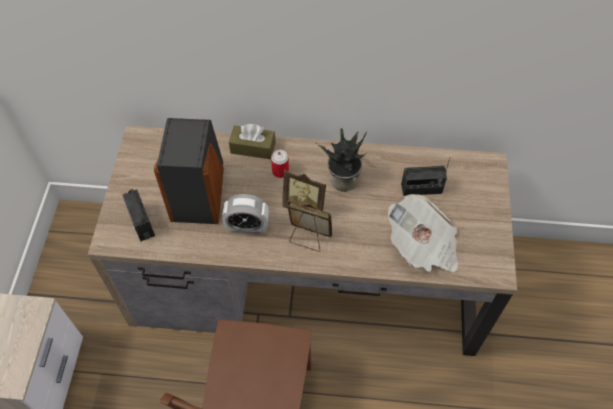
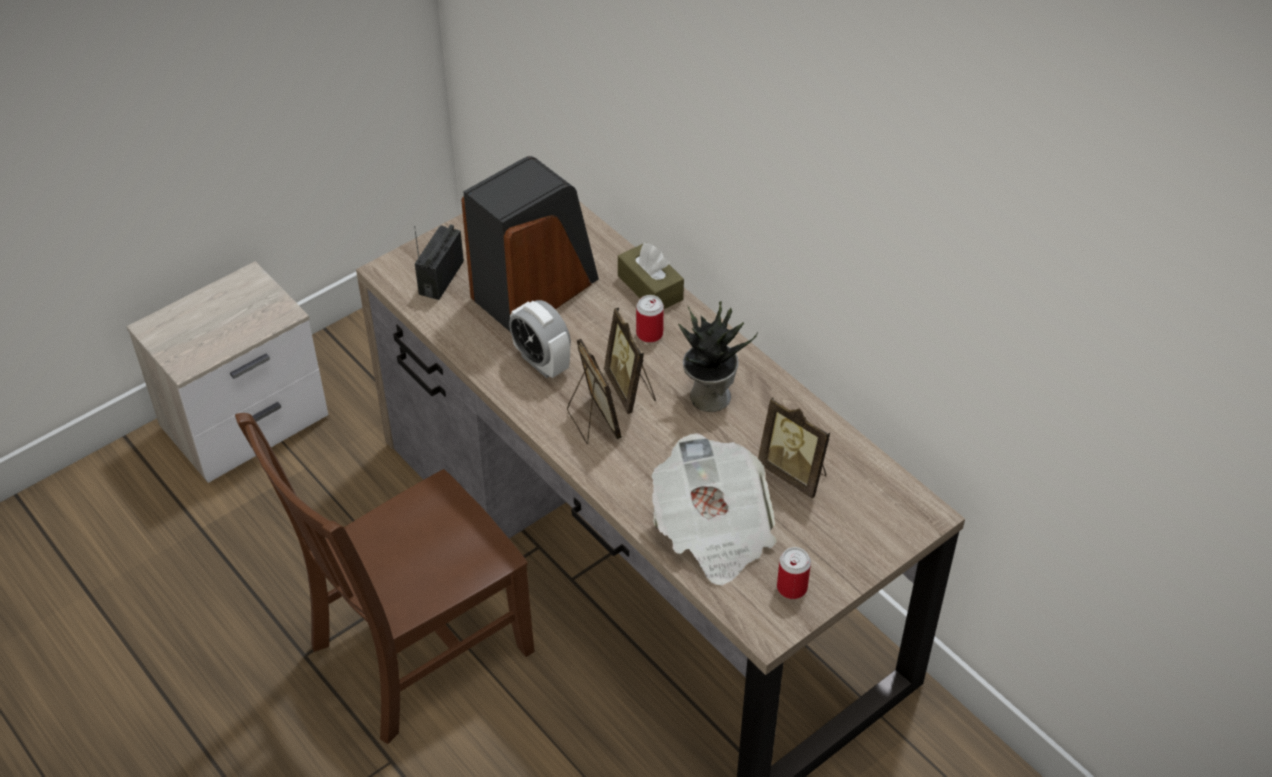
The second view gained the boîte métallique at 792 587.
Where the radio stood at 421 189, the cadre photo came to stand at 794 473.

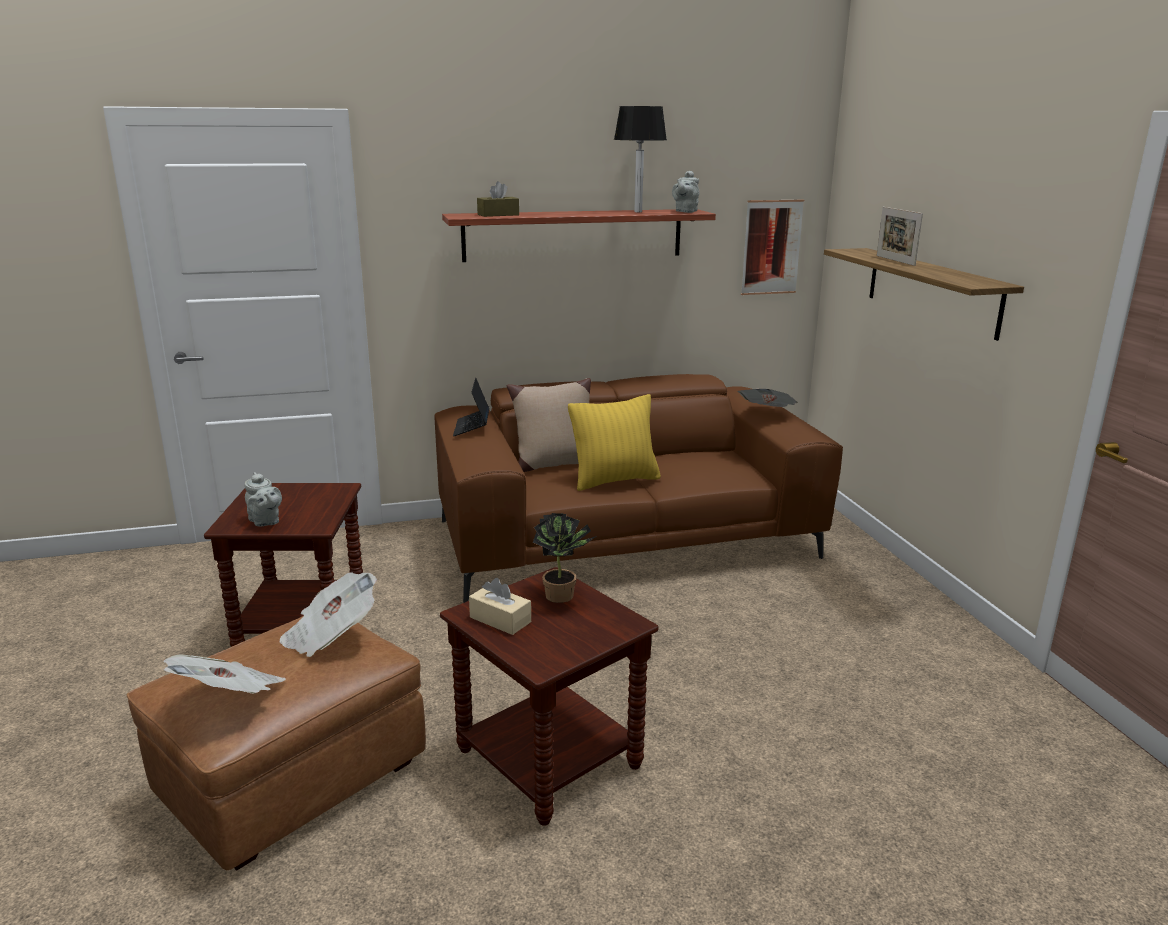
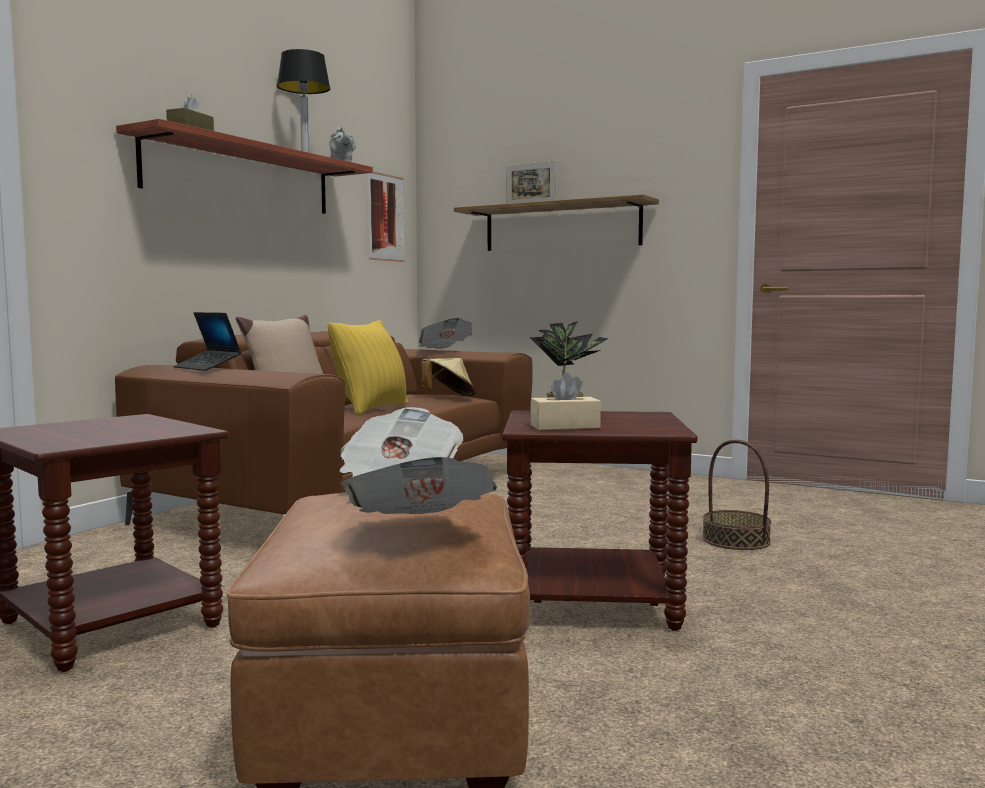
The second view lost the théière/gris at 265 522.
The second view gained the chapeau/beige at 448 397.
The second view gained the panier at 736 540.

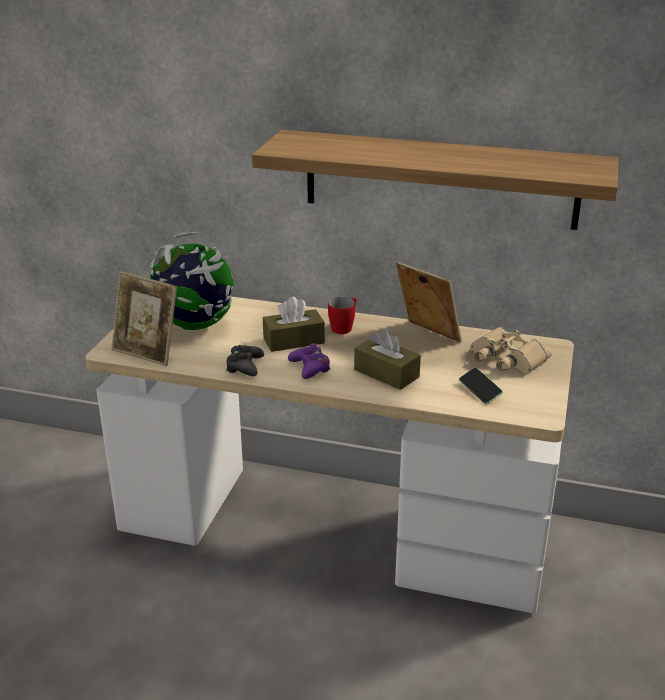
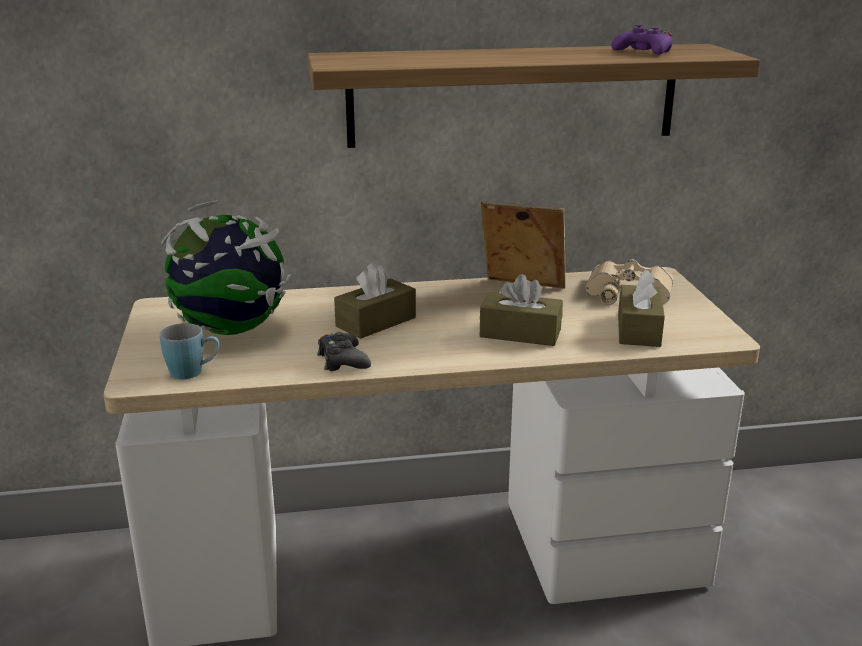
The second view lost the mug/rouge at 344 327.
The manette/violet ended up elsewhere, having gone from 310 368 to 644 52.
Where the cadre photo stood at 147 352, the mug/bleu came to stand at 194 372.
Where the téléphone stood at 479 391, the boîte à mouchoirs/marron came to stand at 638 329.

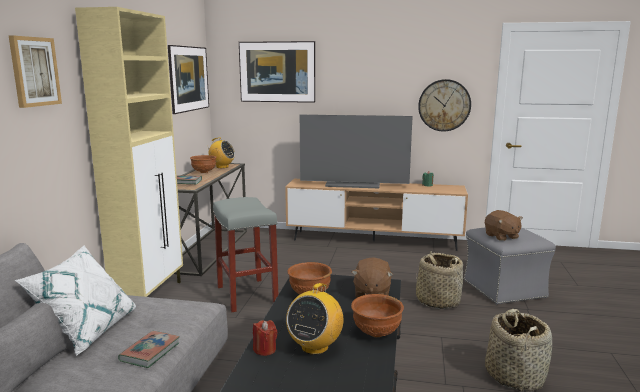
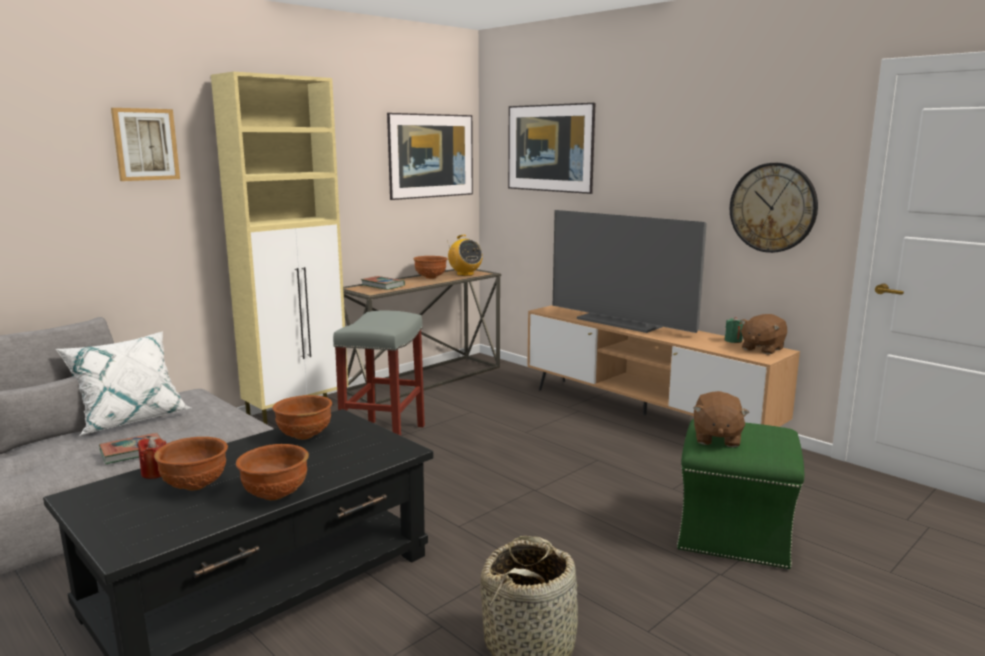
The second view lost the panier at 437 301.
The peluche/marron ended up elsewhere, having gone from 371 294 to 762 349.
Where the radio stood at 315 346, the bol/marron came to stand at 196 486.
What was the pouf/gris at 503 288 turned into the pouf/vert at 734 533.

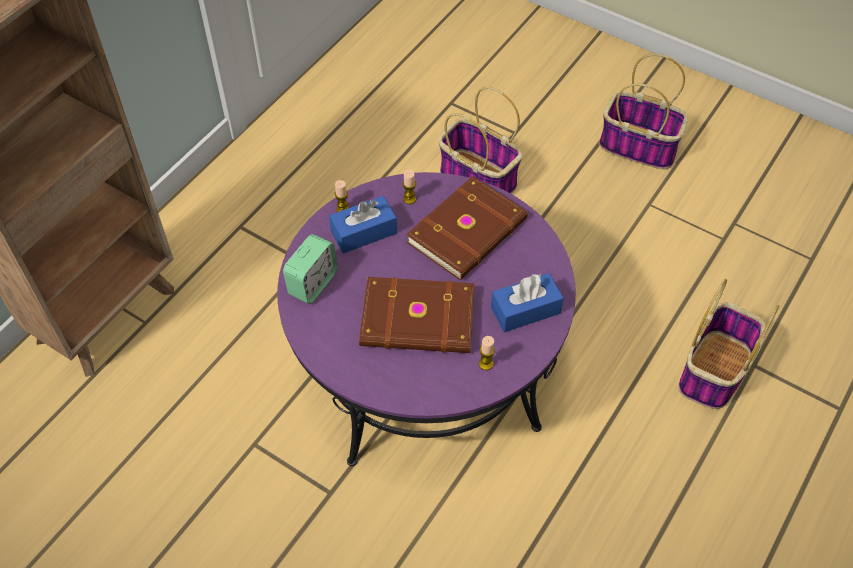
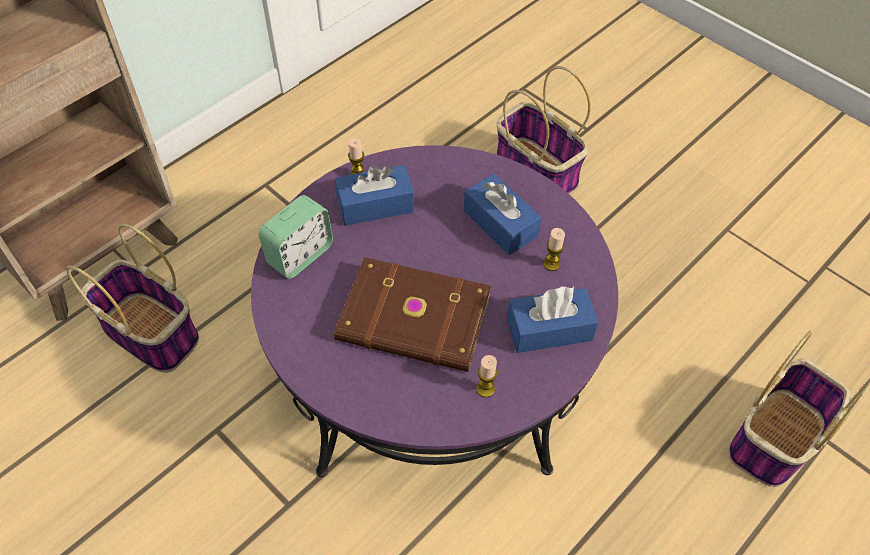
The bougie ended up elsewhere, having gone from 409 199 to 551 264.
The panier ended up elsewhere, having gone from 639 147 to 152 333.
Where the livre/marron stood at 469 232, the boîte à mouchoirs/bleu came to stand at 500 223.

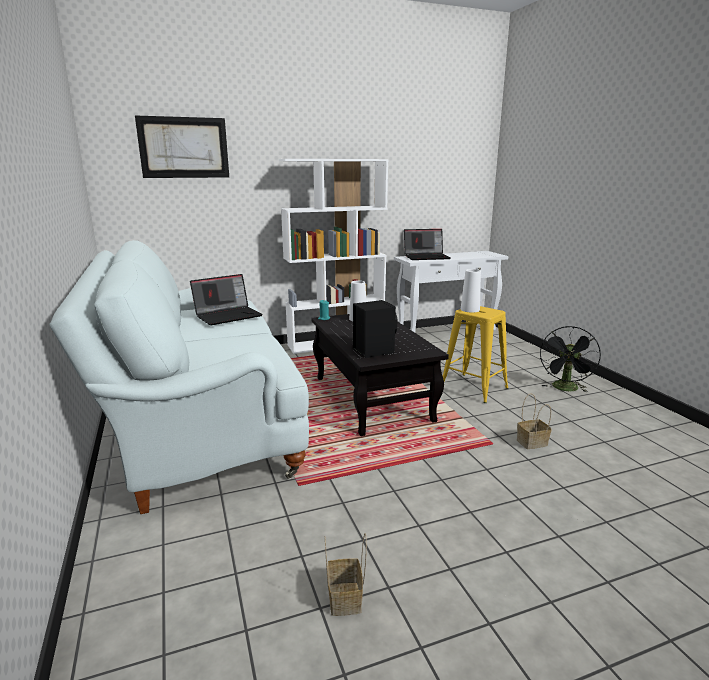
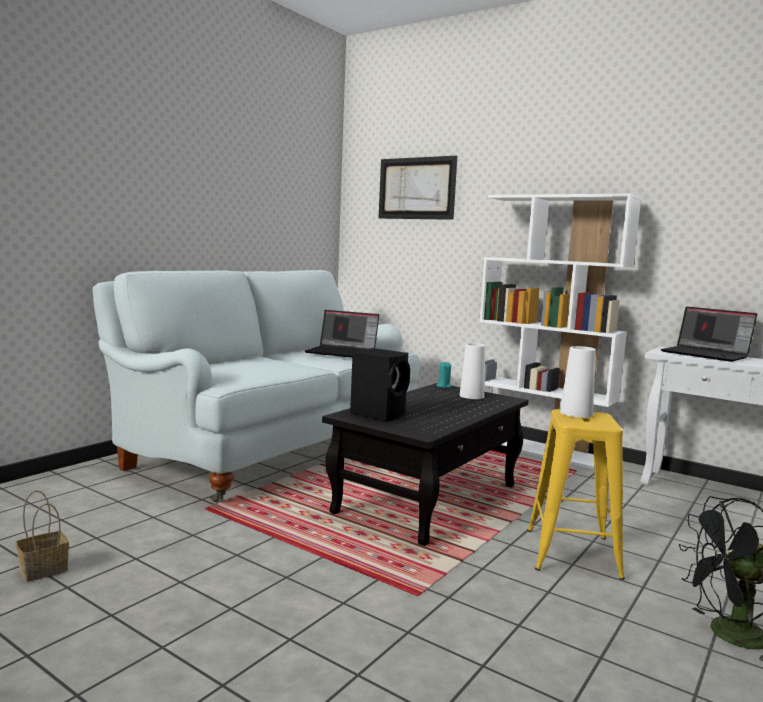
The second view lost the panier at 531 443.

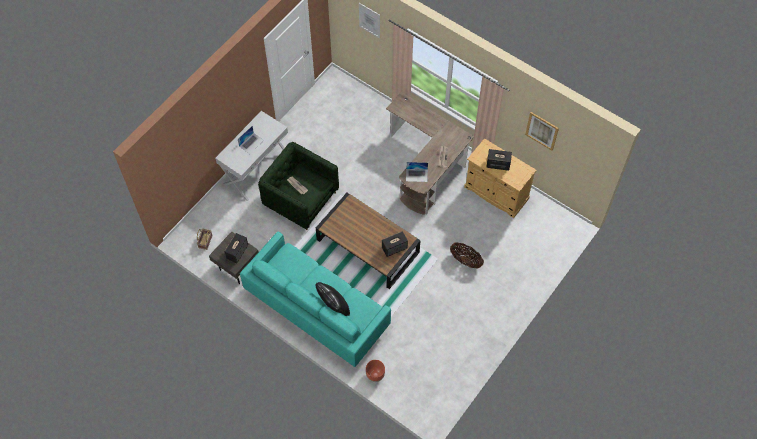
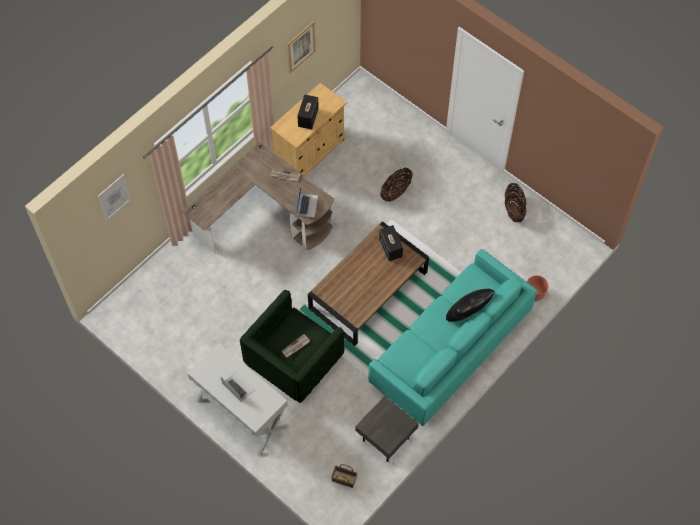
The second view lost the enceinte at 237 252.
The second view gained the panier at 513 210.

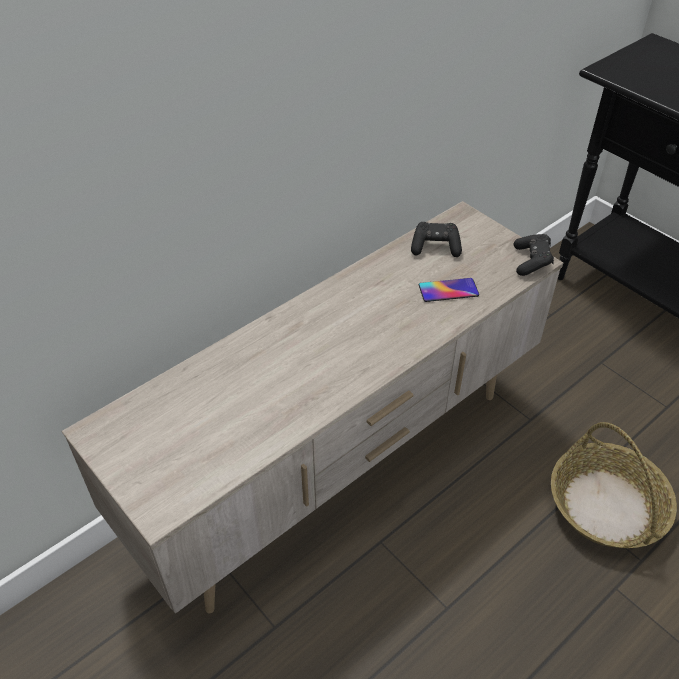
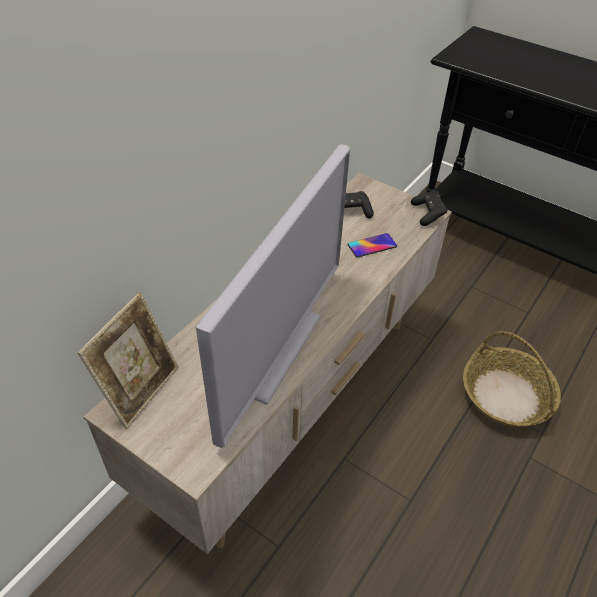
The second view gained the cadre photo at 140 390.
The second view gained the téléviseur at 275 349.

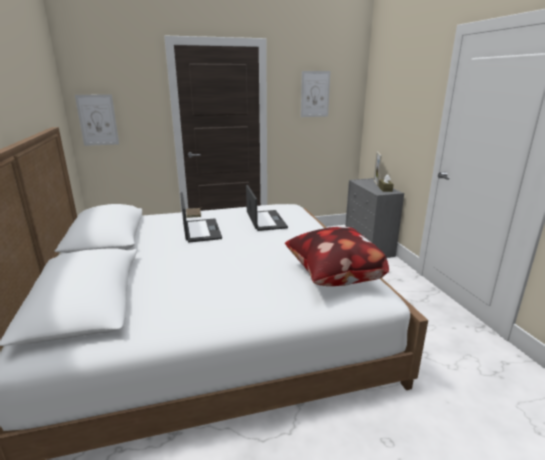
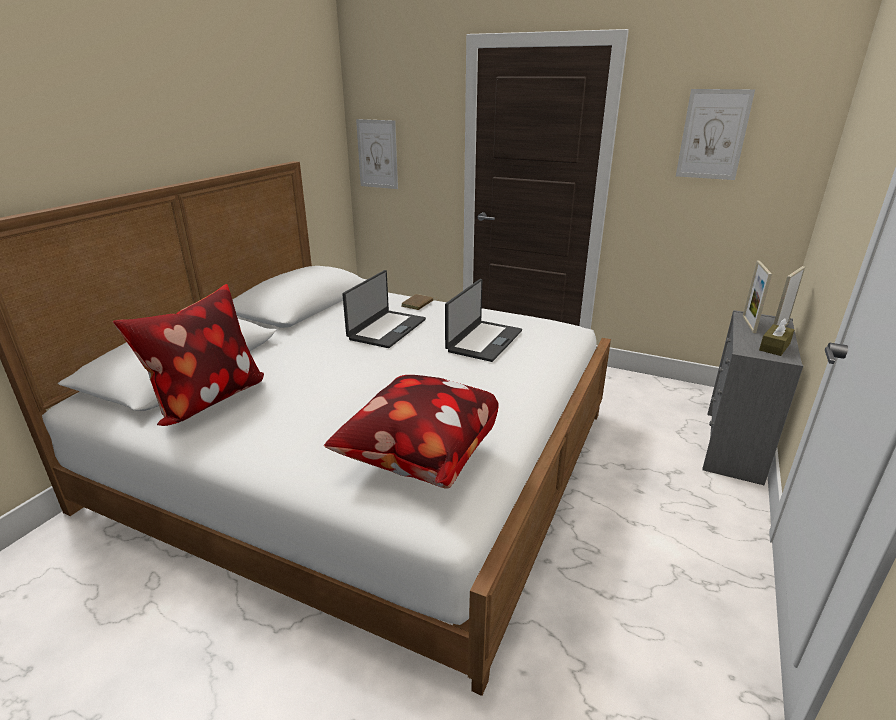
The second view gained the coussin at 207 400.
The second view gained the cadre photo at 748 324.

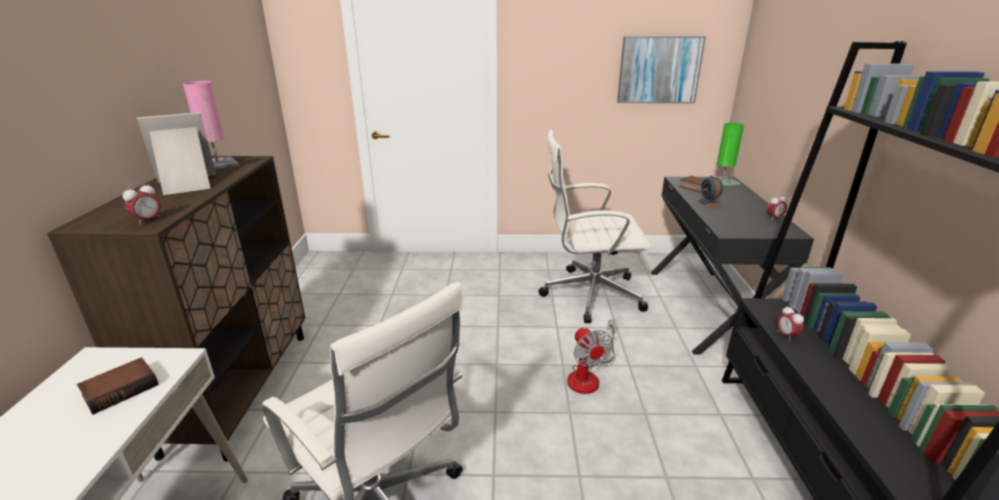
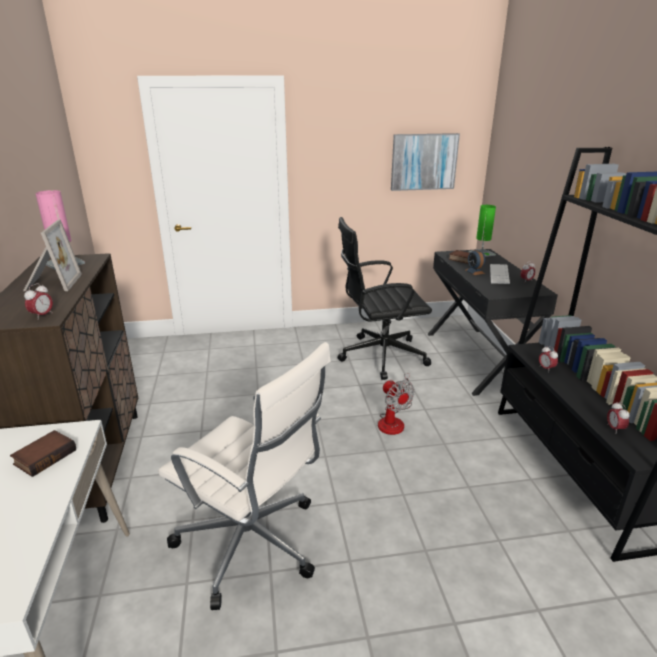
The second view gained the clavier at 499 274.
The second view gained the réveil at 614 429.
What was the chaise de bureau/blanc at 589 294 turned into the chaise de bureau/noir at 380 356.
The cadre photo at 187 185 ended up facing another way, 120 degrees clockwise from before.

